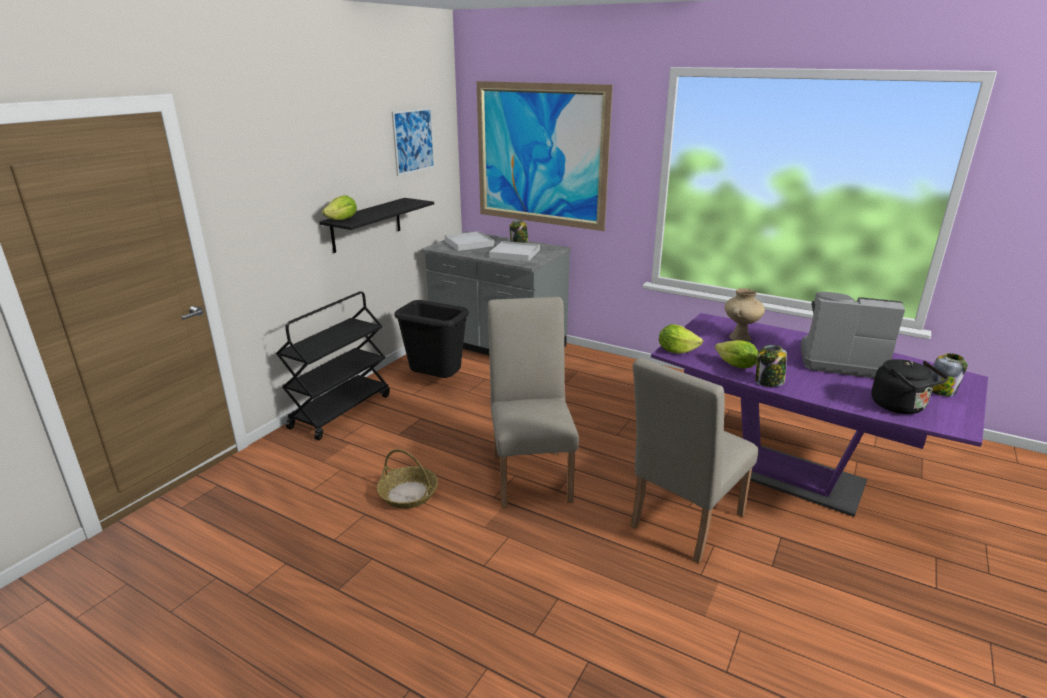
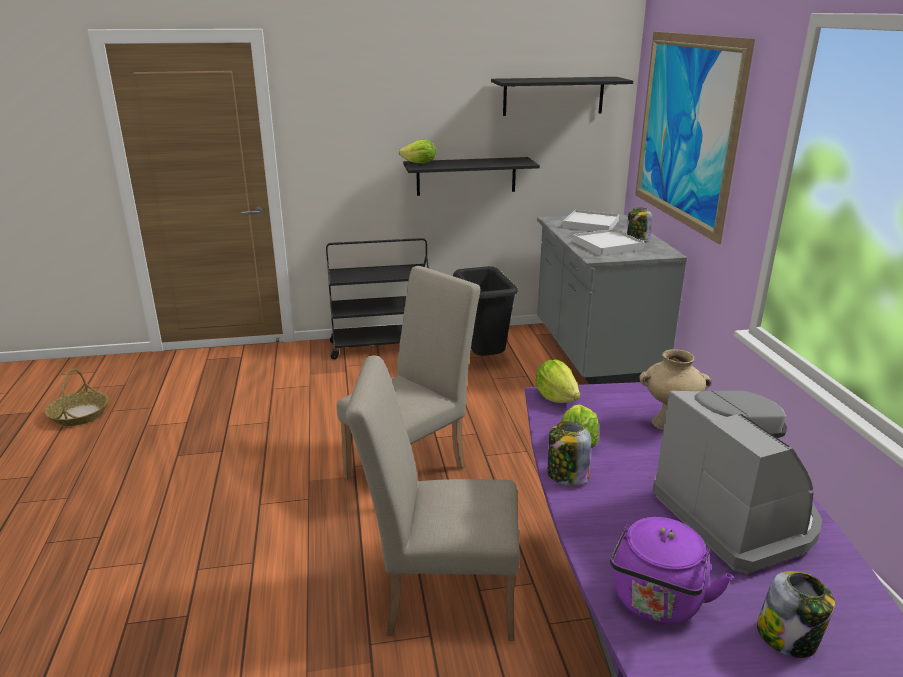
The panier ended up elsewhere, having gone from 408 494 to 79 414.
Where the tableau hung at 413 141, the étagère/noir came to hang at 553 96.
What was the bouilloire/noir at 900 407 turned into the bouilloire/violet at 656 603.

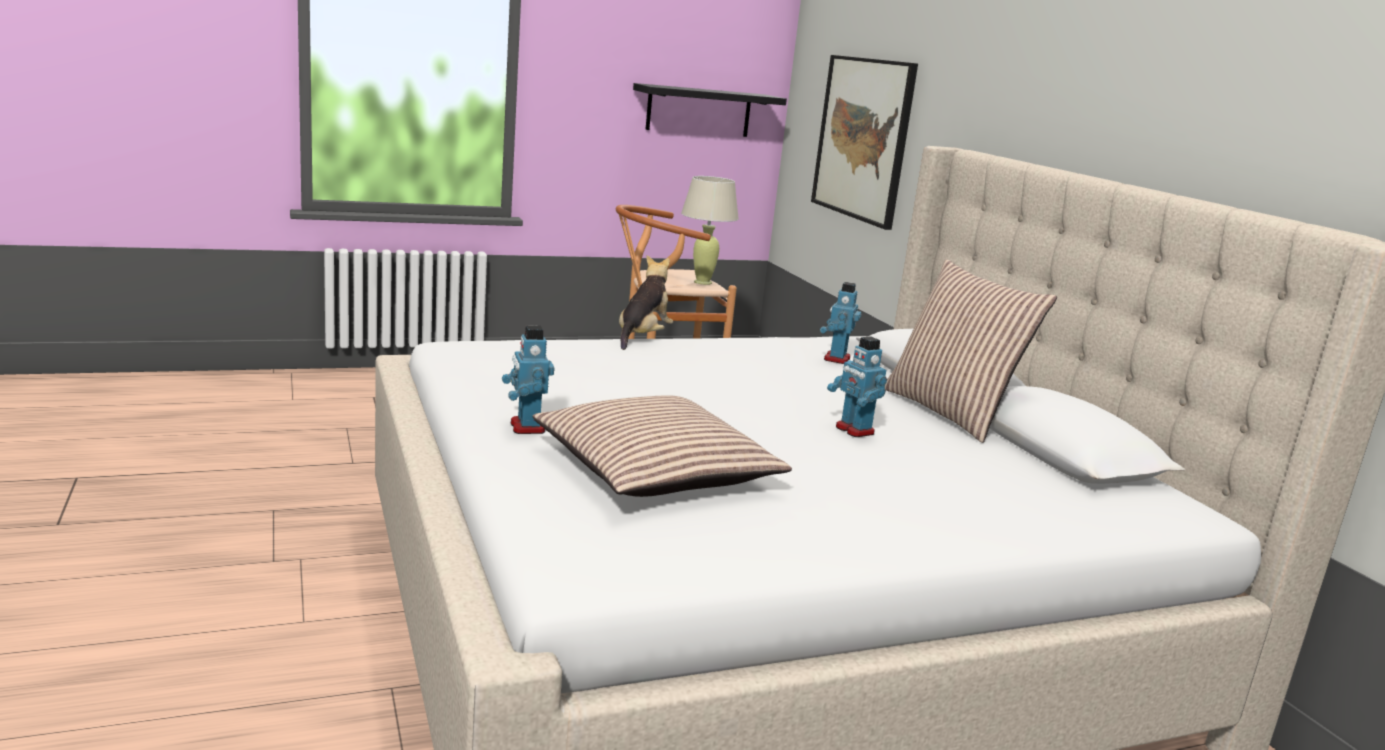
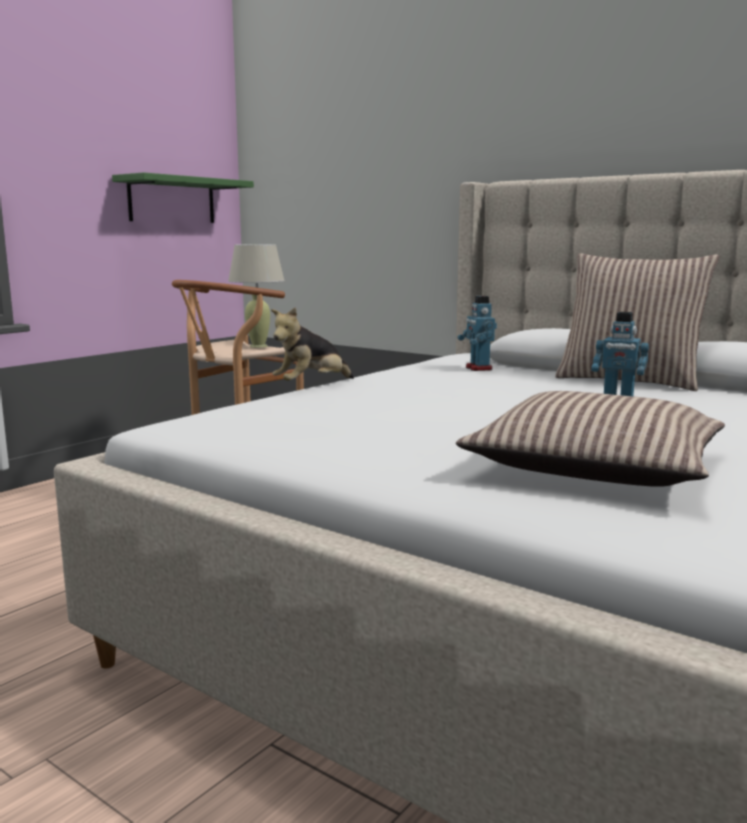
The second view lost the robot jouet at 526 427.
The second view lost the tableau at 863 138.
What was the étagère/noir at 699 111 turned into the étagère/vert at 172 200.
The peluche at 643 337 ended up facing another way, 120 degrees counterclockwise from before.

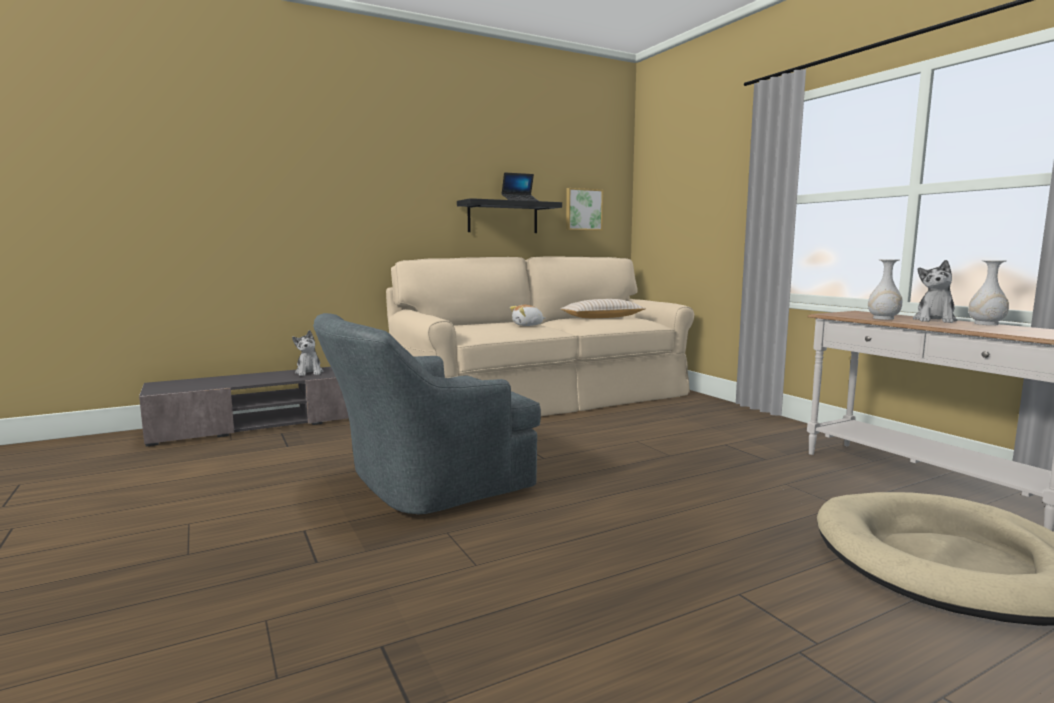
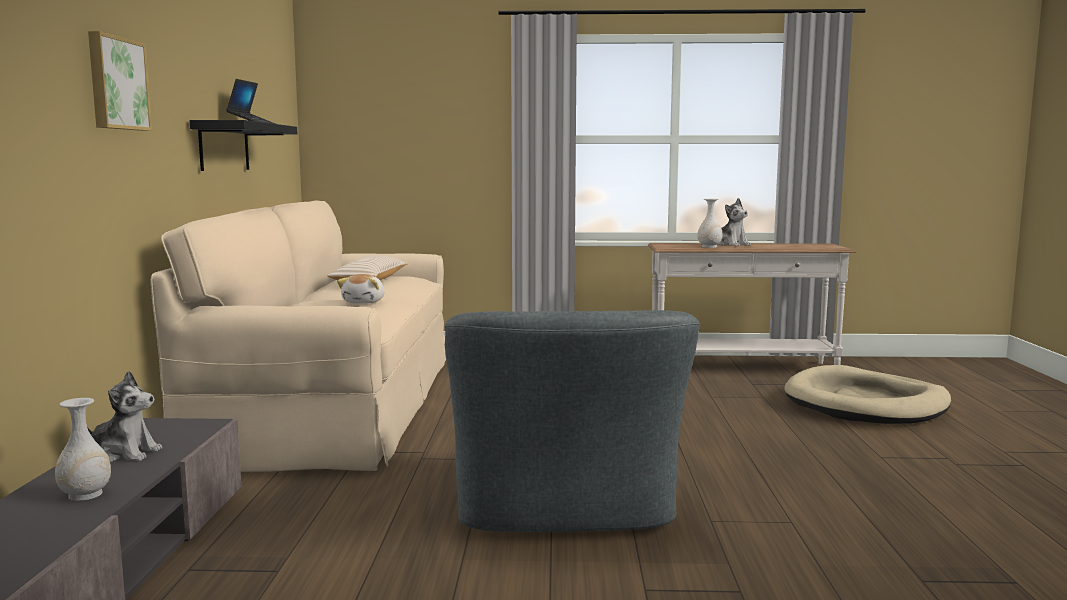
The tableau ended up elsewhere, having gone from 583 209 to 116 84.
The vase/blanc ended up elsewhere, having gone from 986 324 to 86 495.

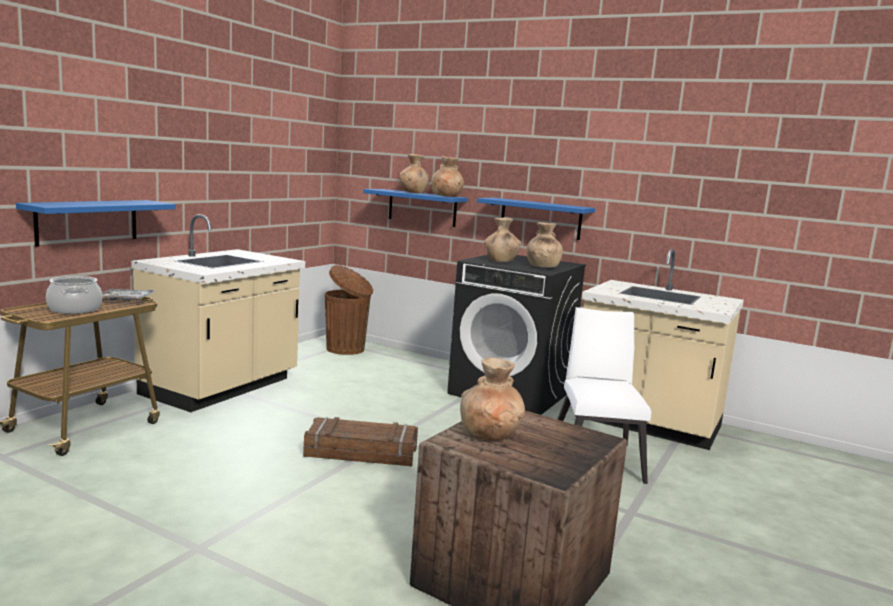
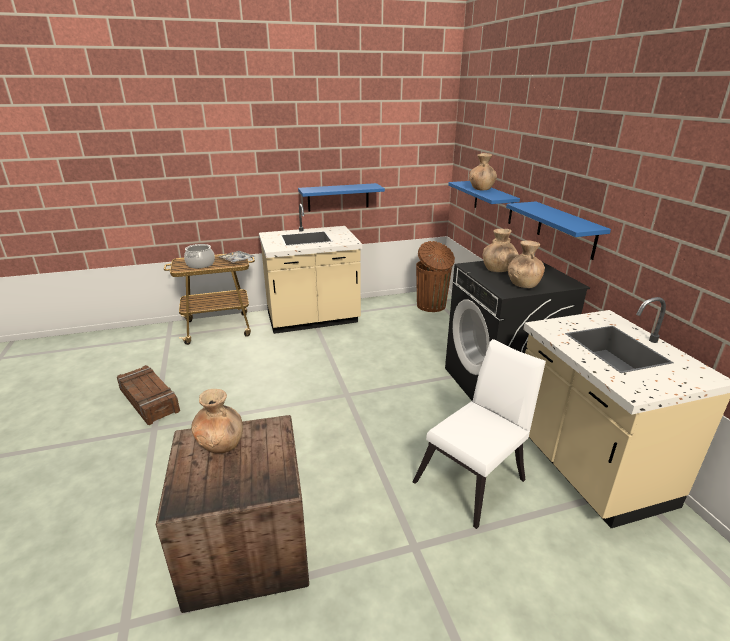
The second view lost the vase/marron at 446 196.
The étagère/bleu ended up elsewhere, having gone from 87 221 to 338 197.
The caisse ended up elsewhere, having gone from 361 452 to 150 400.

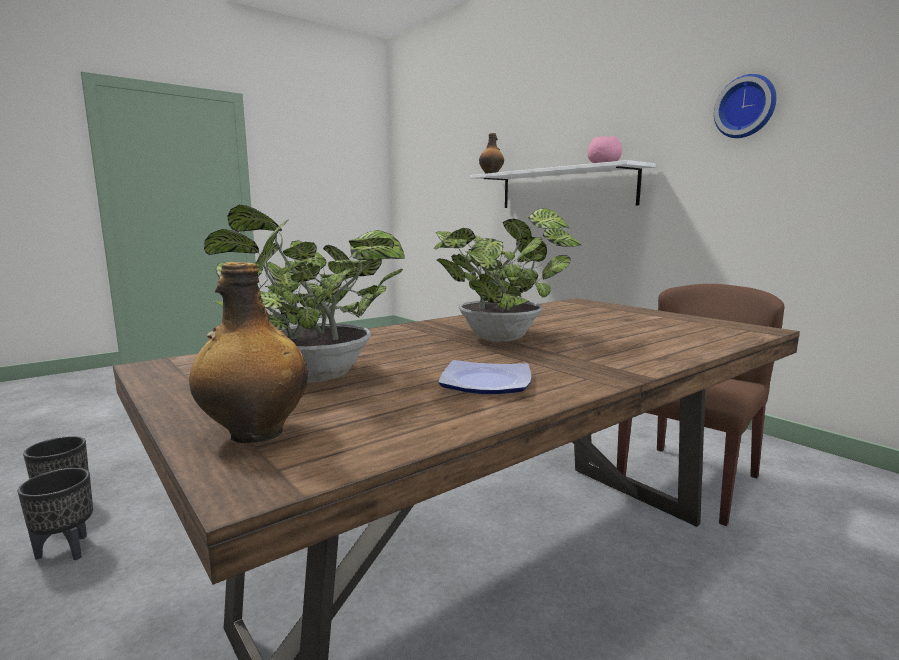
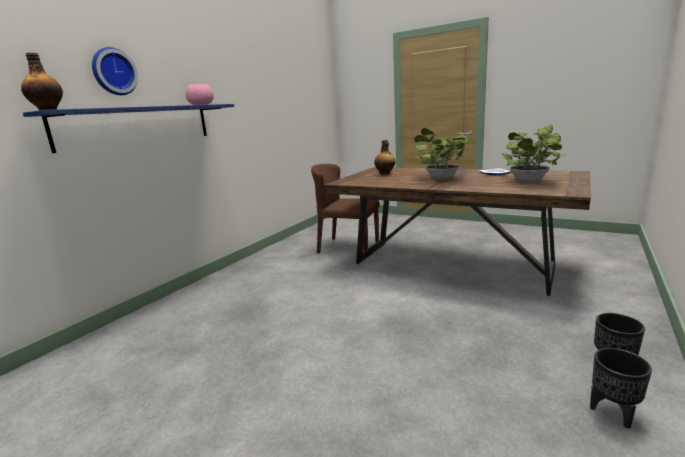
The bouteille ended up elsewhere, having gone from 254 434 to 385 173.
The horloge murale ended up elsewhere, having gone from 746 107 to 113 72.
What was the étagère/blanc at 564 189 turned into the étagère/bleu at 138 126.

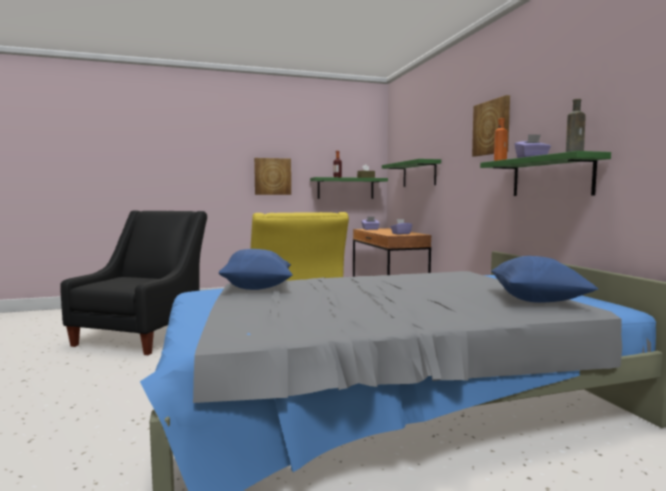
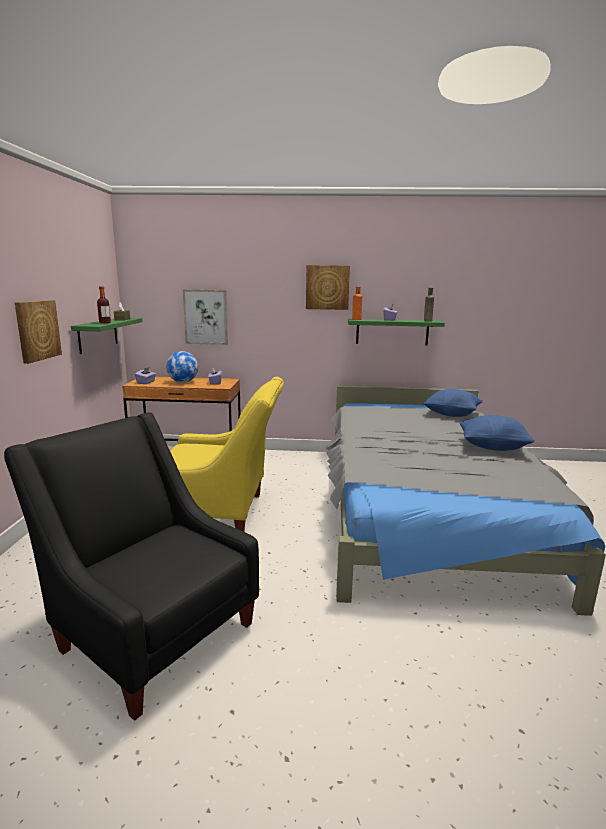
The second view gained the globe at 183 382.
The coussin/bleu ended up elsewhere, having gone from 258 288 to 493 447.
Where the étagère/vert hung at 419 174, the tableau came to hang at 206 317.

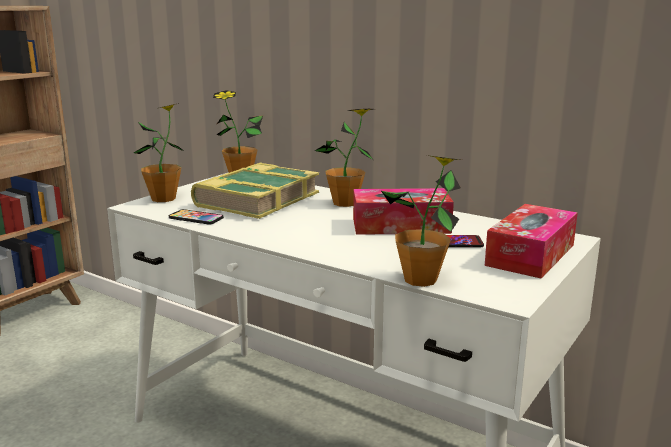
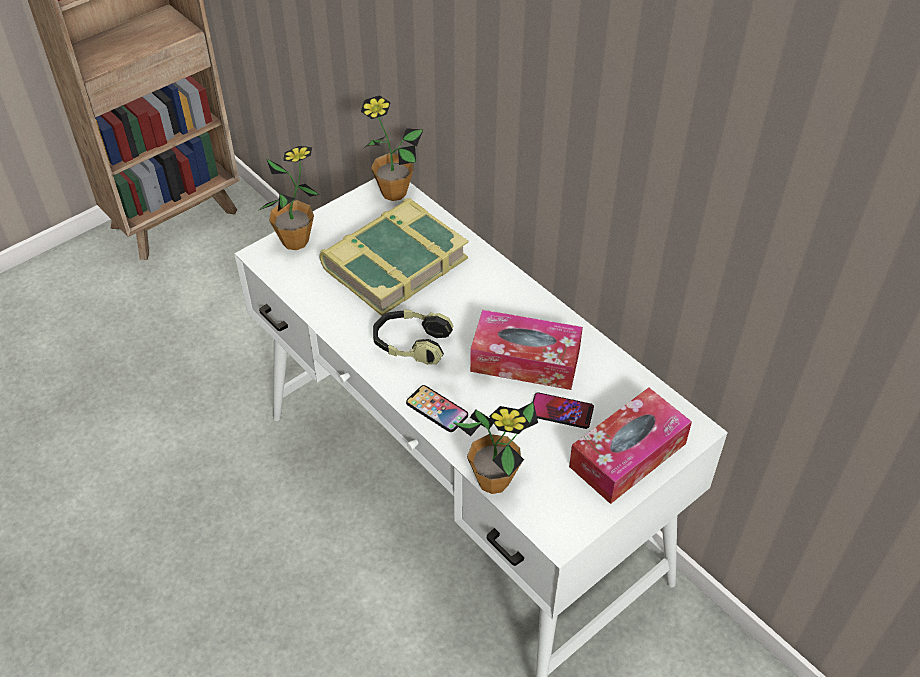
The second view lost the plante en pot at 345 203.
The second view gained the casque audio at 411 344.
The téléphone ended up elsewhere, having gone from 196 218 to 437 409.

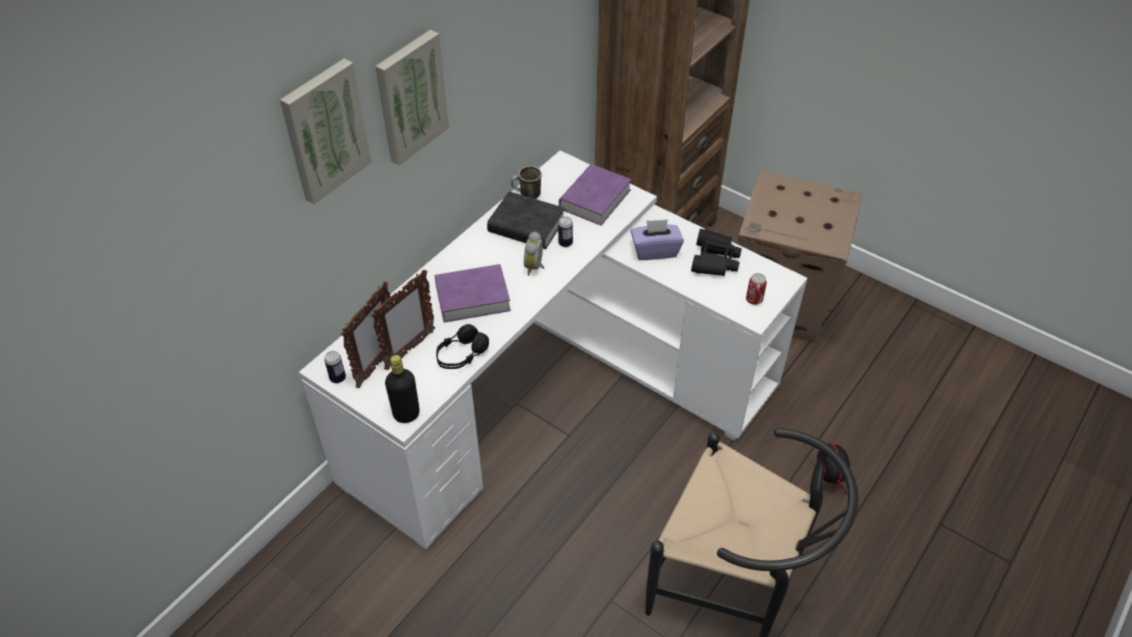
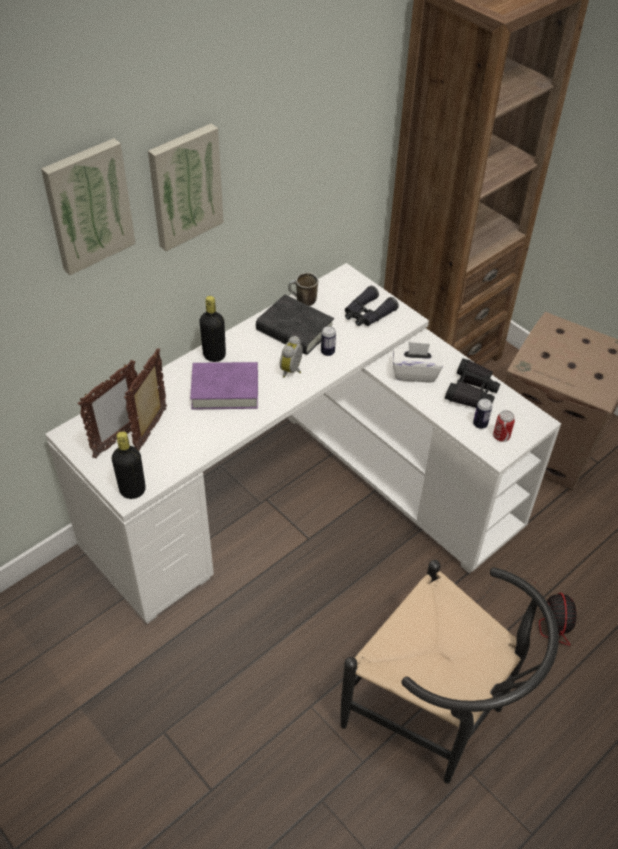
The second view lost the casque audio/noir at 461 355.
The second view gained the bouteille/noir at 214 355.
The boîte métallique ended up elsewhere, having gone from 338 378 to 480 424.
Where the livre/violet stood at 595 199, the jumelles/noir came to stand at 367 314.
What was the boîte à mouchoirs/violet at 655 250 turned into the boîte à mouchoirs/blanc at 415 373.
The cadre photo at 409 350 ended up facing another way, 150 degrees clockwise from before.

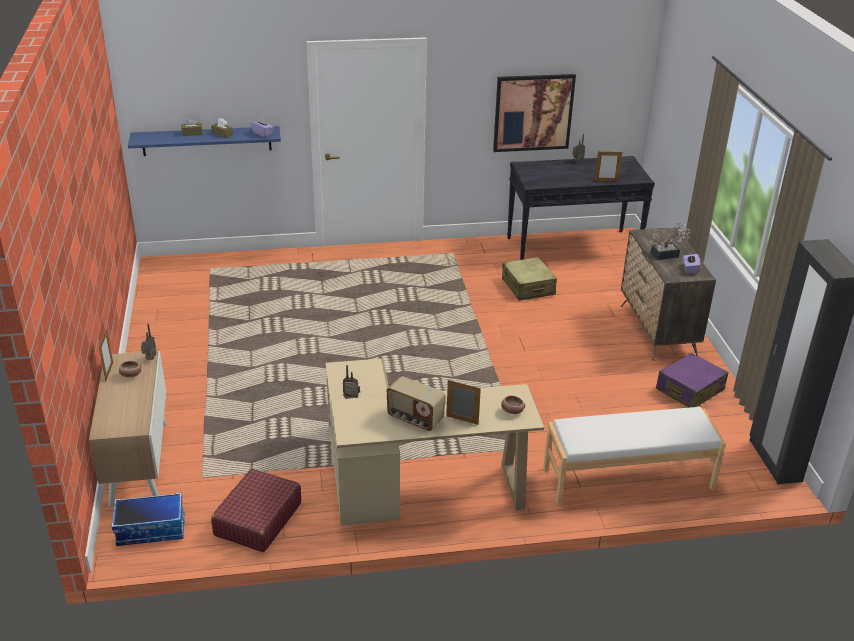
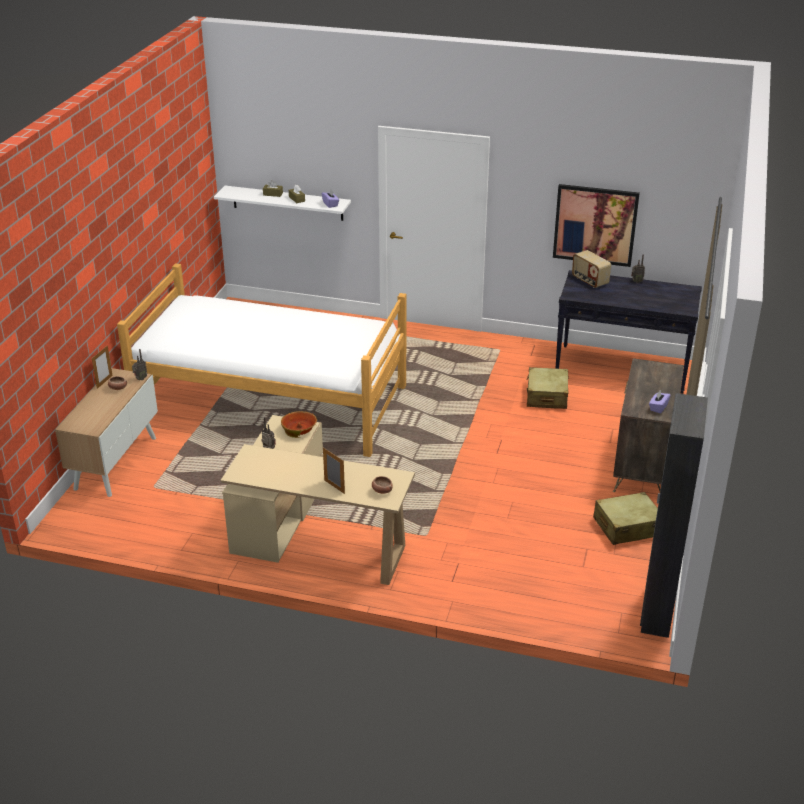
The second view lost the boîte de rangement at 151 529.
The second view lost the valise/rouge at 257 519.
The second view lost the banc/blanc at 628 479.
The second view lost the cadre photo at 606 181.
The second view lost the plante en pot at 667 254.
The second view gained the lit at 271 401.
The second view gained the bol at 299 429.
The radio ended up elsewhere, having gone from 415 419 to 589 281.
What was the étagère/bleu at 207 141 turned into the étagère/blanc at 287 203.
What was the valise/violet at 689 390 turned into the valise/beige at 627 527.

